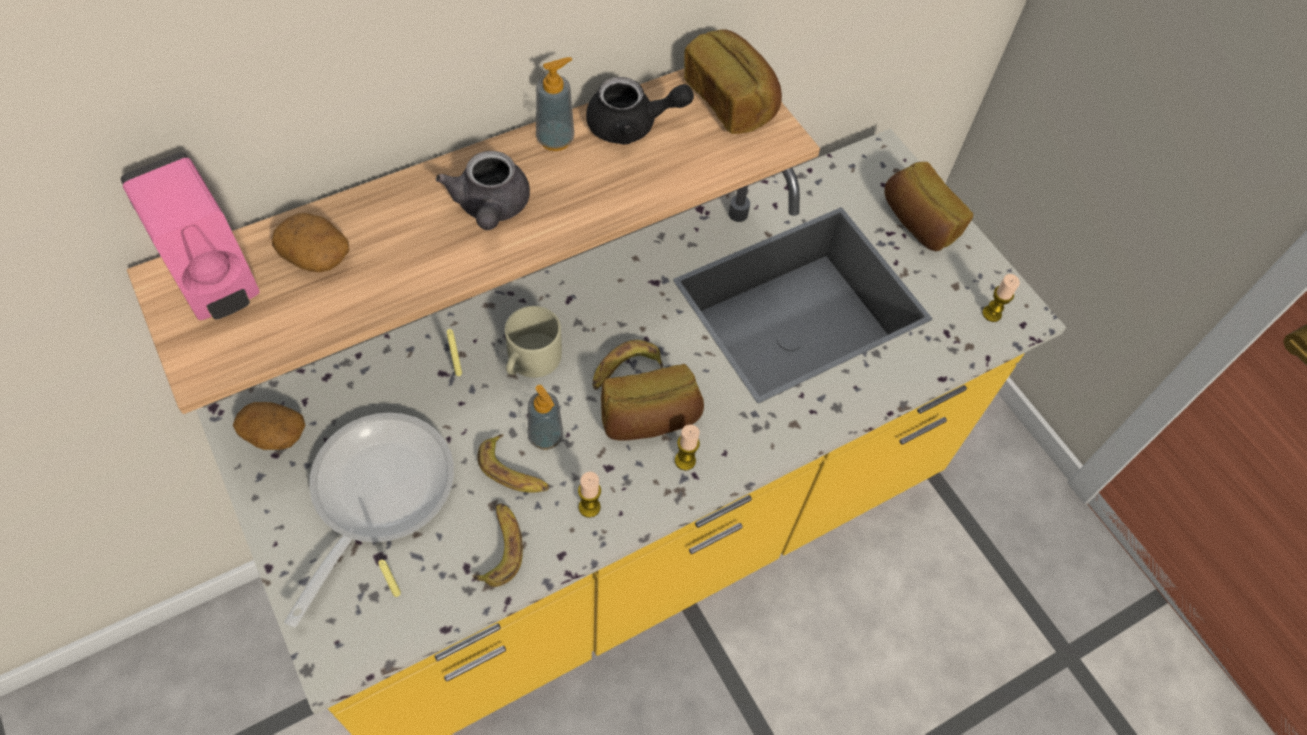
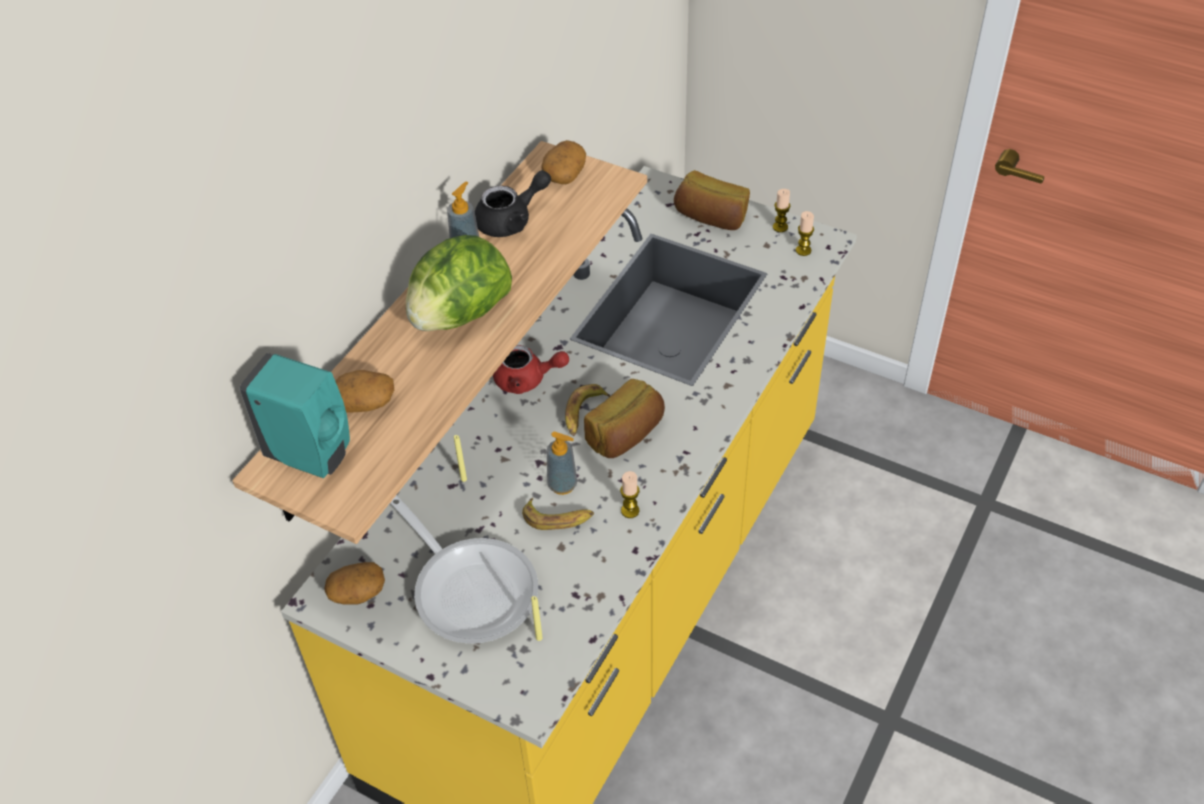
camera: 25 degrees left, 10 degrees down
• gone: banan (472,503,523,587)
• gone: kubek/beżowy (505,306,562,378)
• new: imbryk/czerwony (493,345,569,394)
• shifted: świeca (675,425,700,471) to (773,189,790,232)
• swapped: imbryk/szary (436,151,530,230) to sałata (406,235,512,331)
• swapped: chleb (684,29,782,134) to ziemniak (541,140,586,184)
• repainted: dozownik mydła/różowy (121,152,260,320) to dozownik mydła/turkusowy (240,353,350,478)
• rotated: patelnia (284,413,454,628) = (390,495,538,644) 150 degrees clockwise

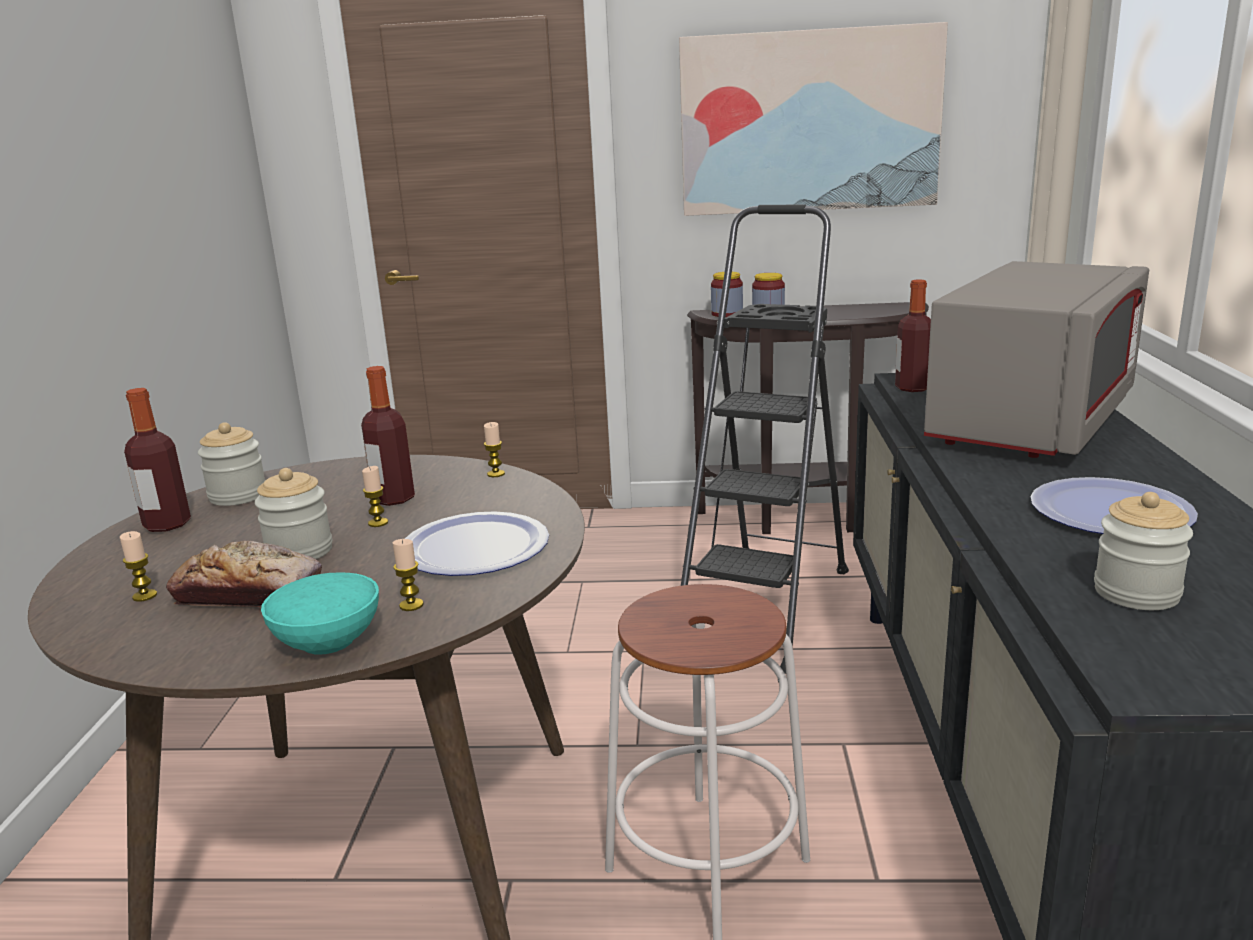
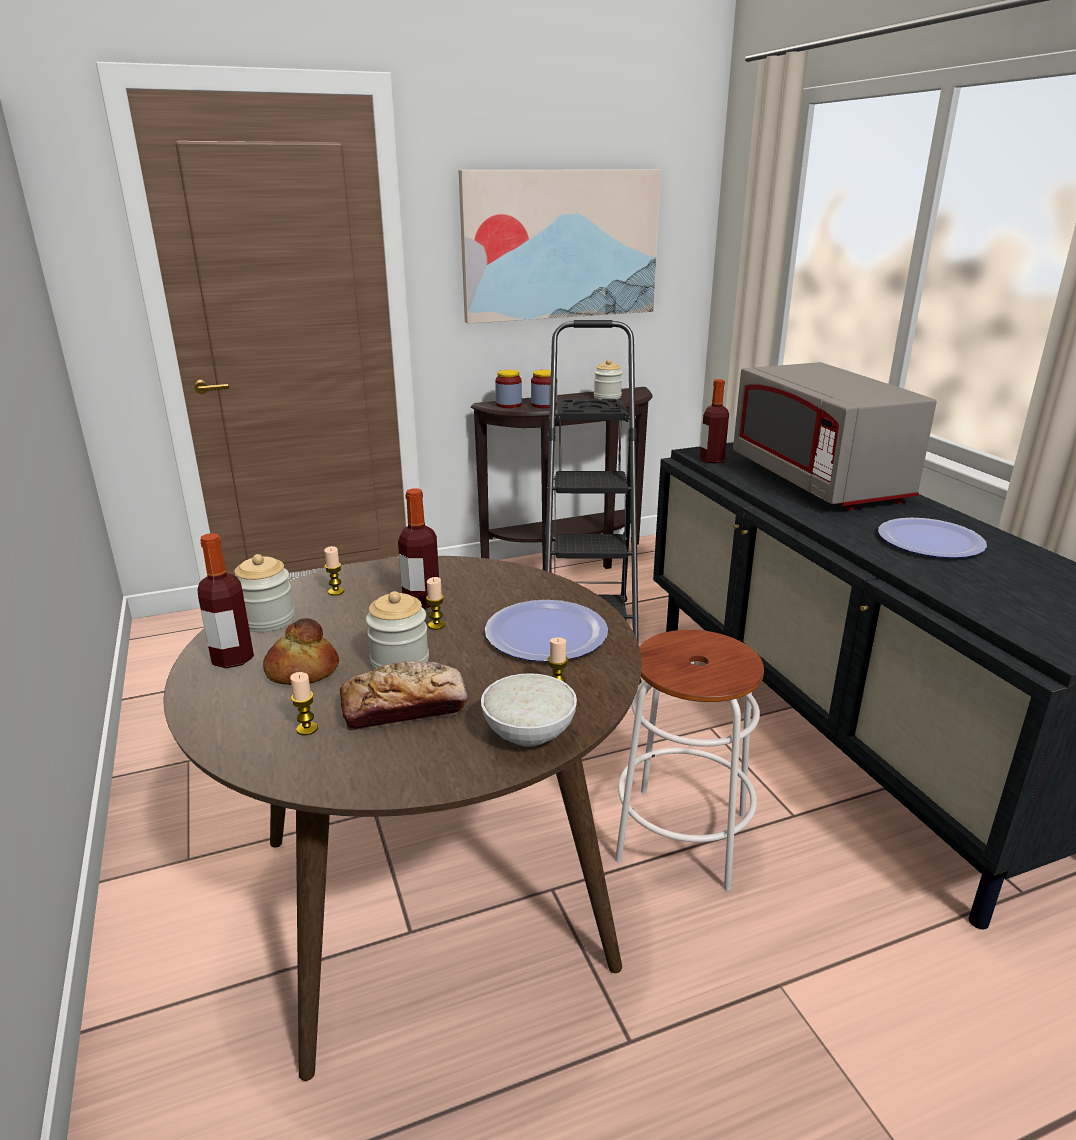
camera: 25 degrees left, 5 degrees up
• new: chleb (263,618,339,685)
• shifted: świeca (484,422,505,477) to (324,546,344,596)
• shifted: słoik (1094,492,1193,610) to (594,359,622,400)
• repainted: miska/turkusowy (261,573,379,655) to miska/biały (481,673,577,747)
• rotated: mikrofalówka/szary (924,261,1149,458) = (733,362,937,510) 150 degrees clockwise

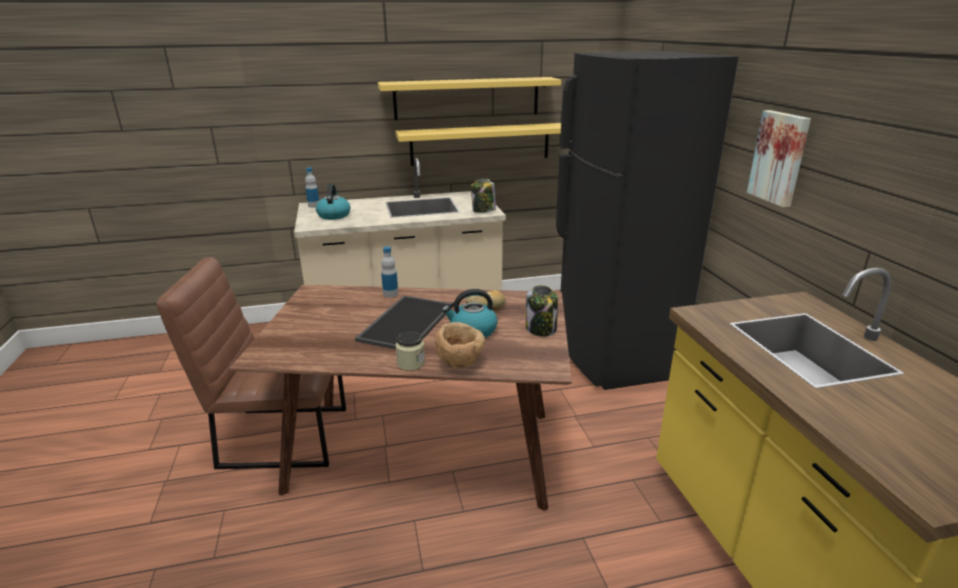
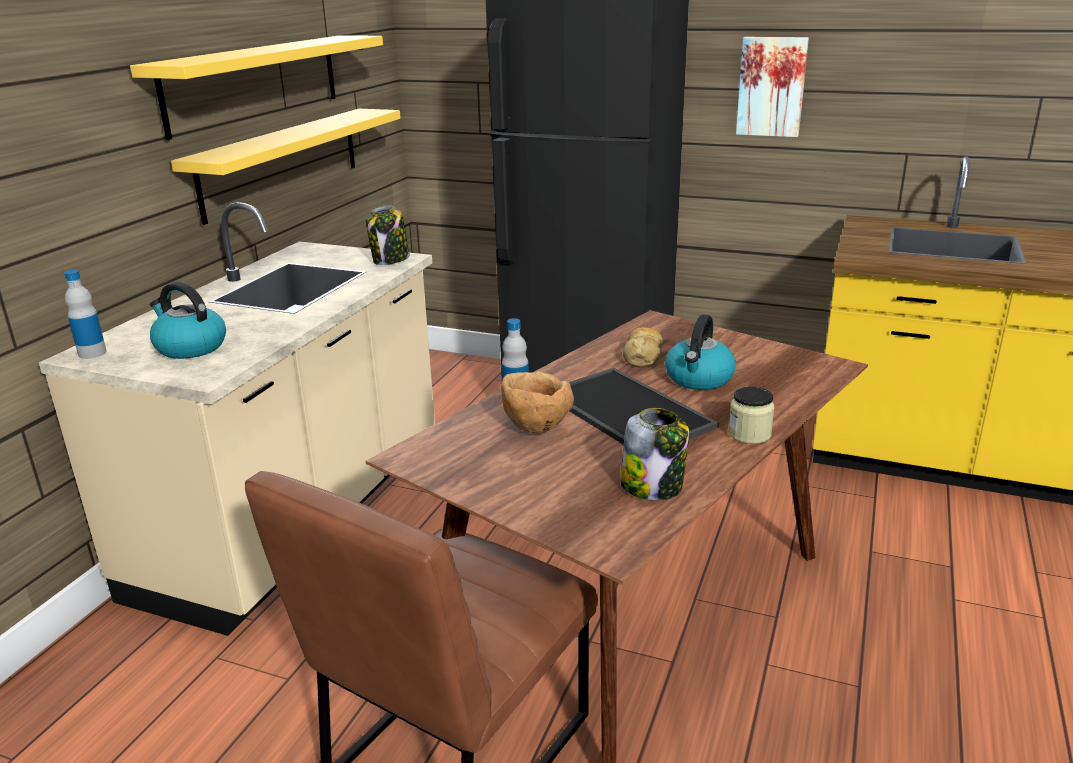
camera: 55 degrees left, 0 degrees up
• shifted: miska/brązowy (435,322,485,368) to (501,371,574,434)
• shifted: słoik (526,285,558,337) to (620,408,689,500)

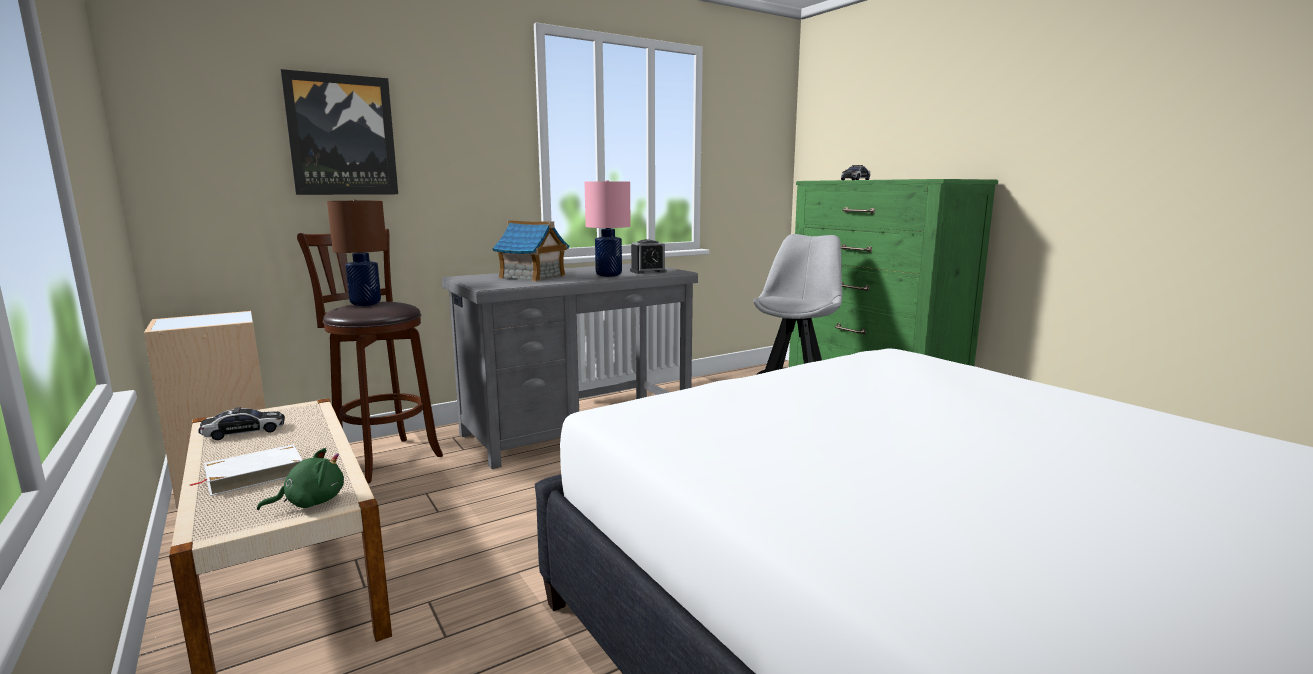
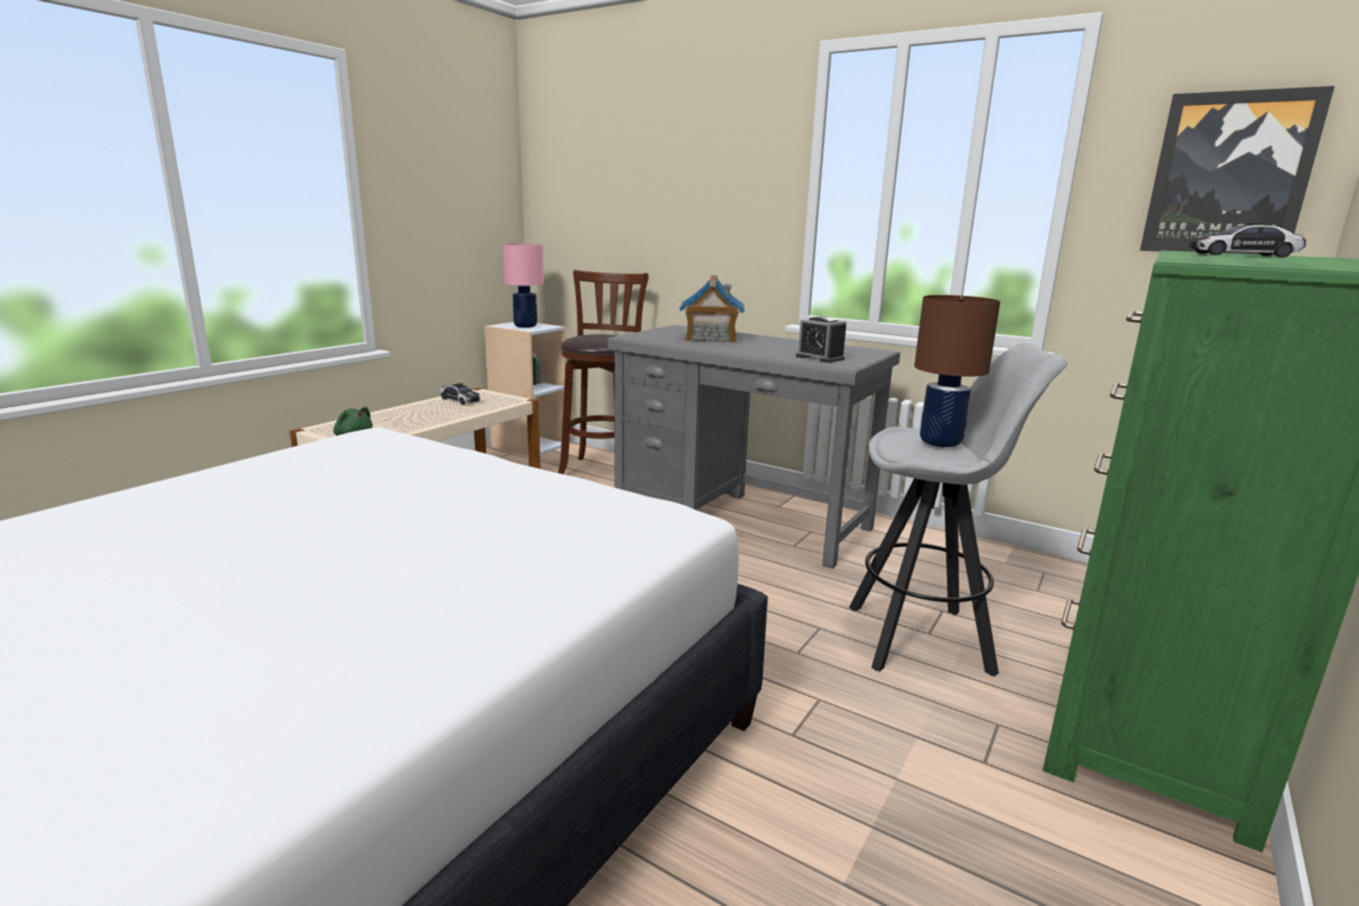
camera: 65 degrees right, 5 degrees up
• gone: książka/biały (189,444,303,496)
• shifted: obraz (281,69,398,195) to (1140,86,1335,255)
• shifted: lampa stołowa/brązowy (327,199,387,306) to (914,295,1000,447)
• shifted: lampa stołowa/różowy (585,180,631,277) to (502,243,544,328)

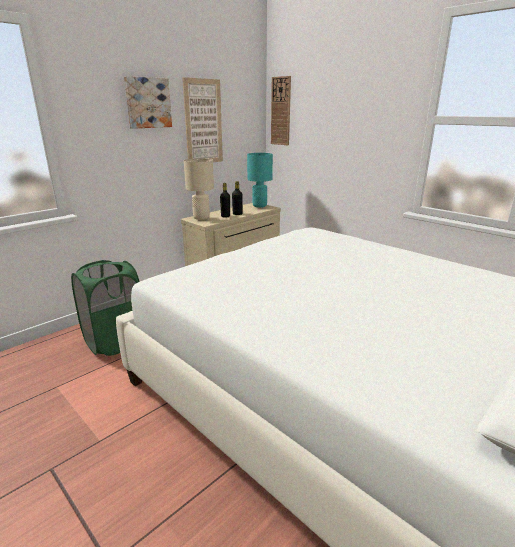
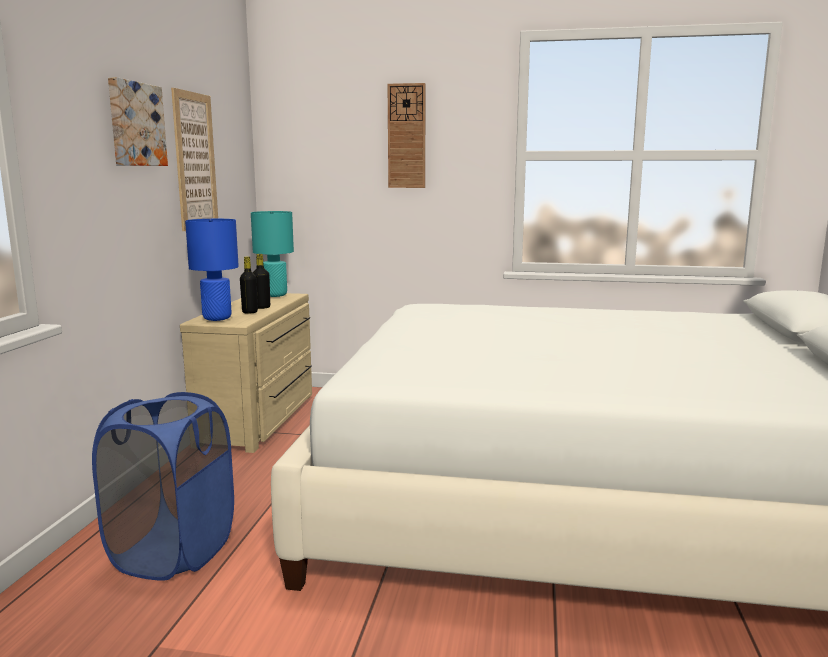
camera: 35 degrees left, 10 degrees down
• shifted: zegar ścienny (271,76,291,145) to (388,83,426,188)
• repainted: kosz na pranie/zielony (71,260,140,356) to kosz na pranie/niebieski (92,392,234,581)
• repainted: lampa stołowa/beżowy (184,158,214,220) to lampa stołowa/niebieski (185,219,239,321)

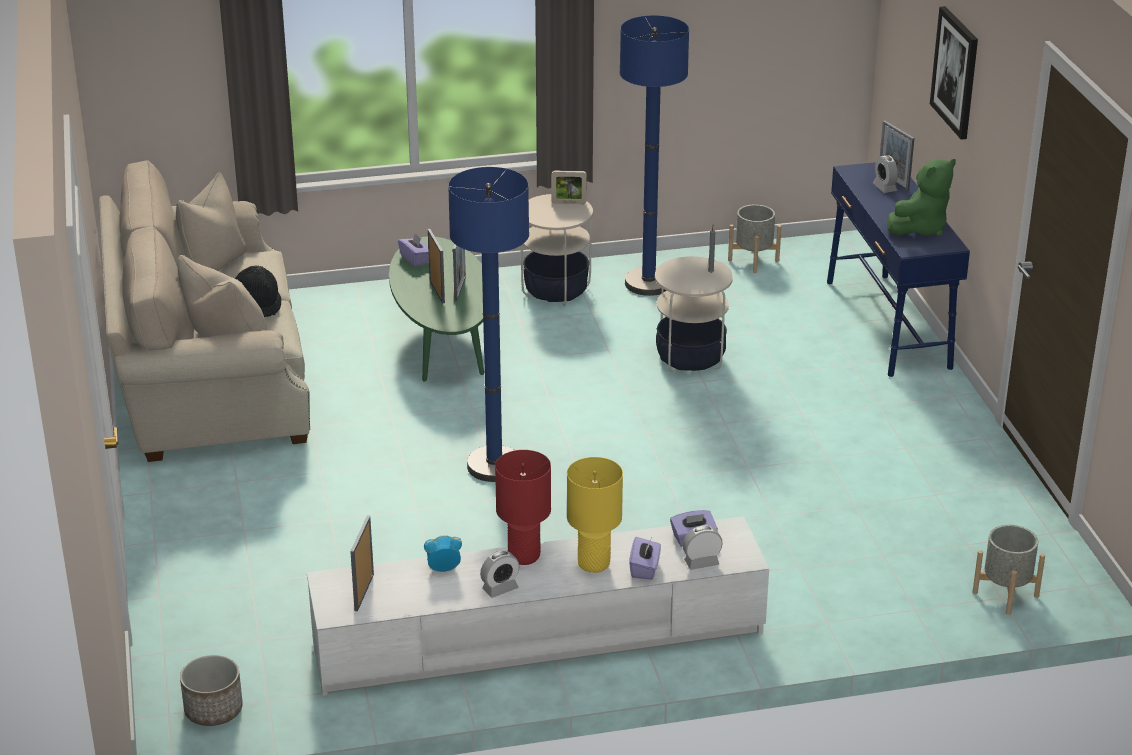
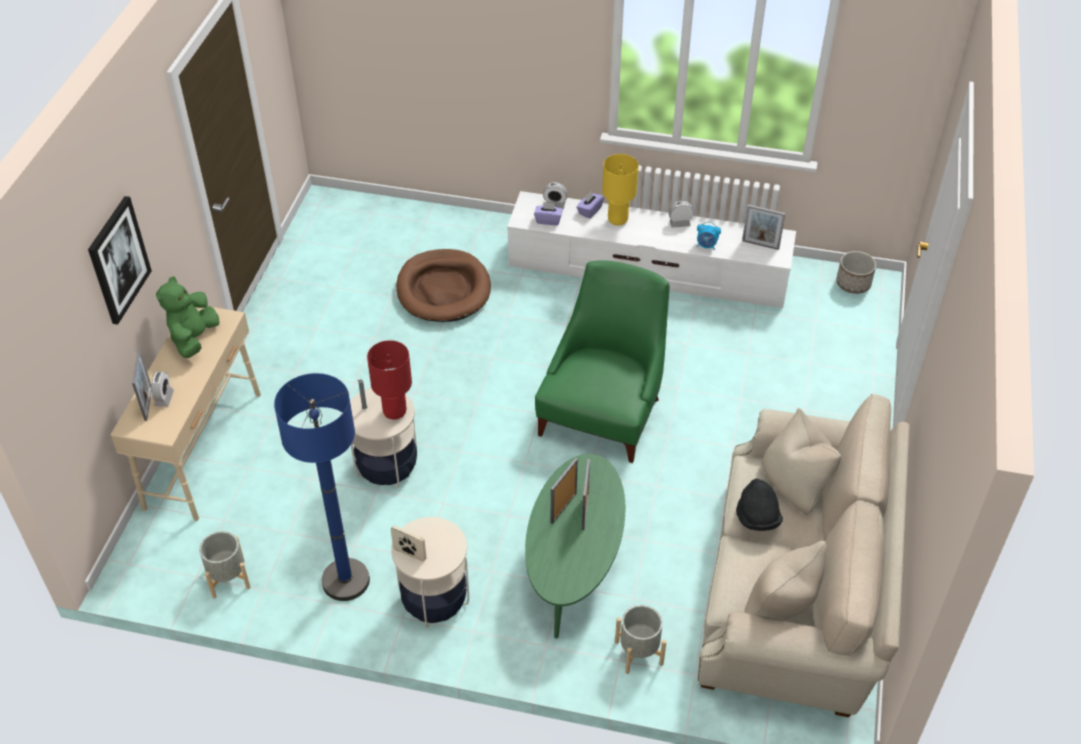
camera: 155 degrees left, 15 degrees up
• gone: pudełko chusteczek/fioletowy (398,233,429,267)
• new: legowisko/brązowy (396,249,491,322)
• shifted: lampa stołowa/czerwony (495,450,551,565) to (367,340,412,420)
• shifted: donica/szary (972,525,1045,615) to (615,605,667,674)
• swapped: lampa stojąca/niebieski (448,167,529,482) to fotel/zielony (535,260,669,463)
• repainted: stolik konsolowy/niebieski (827,162,970,377) to stolik konsolowy/beżowy (111,306,261,521)
• rotated: ramka na zdjęcie (350,515,374,611) = (742,205,786,250) 75 degrees clockwise
• rotated: pluszak/zielony (887,159,956,237) = (156,276,220,358) 60 degrees counterclockwise

